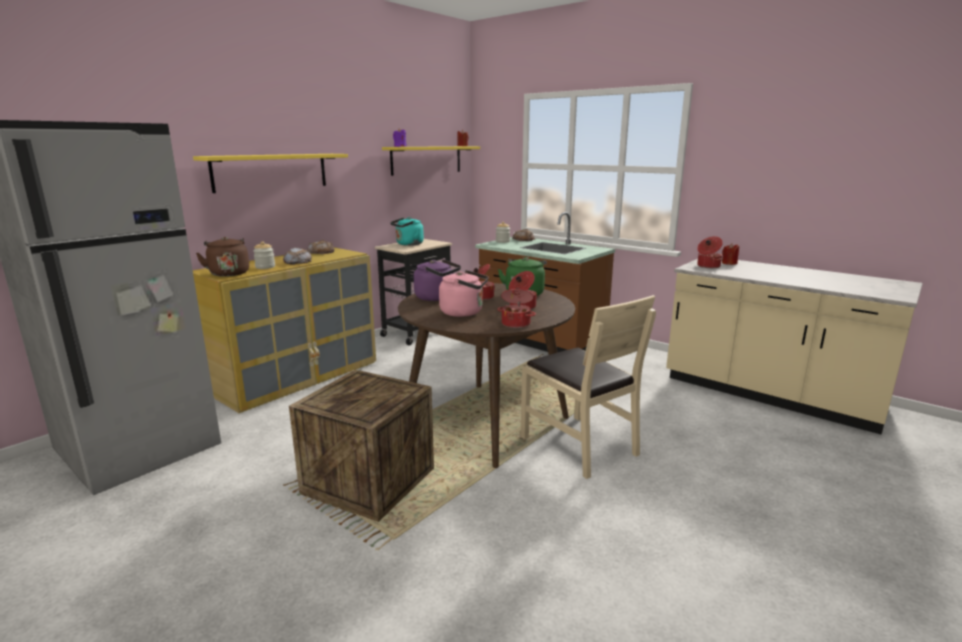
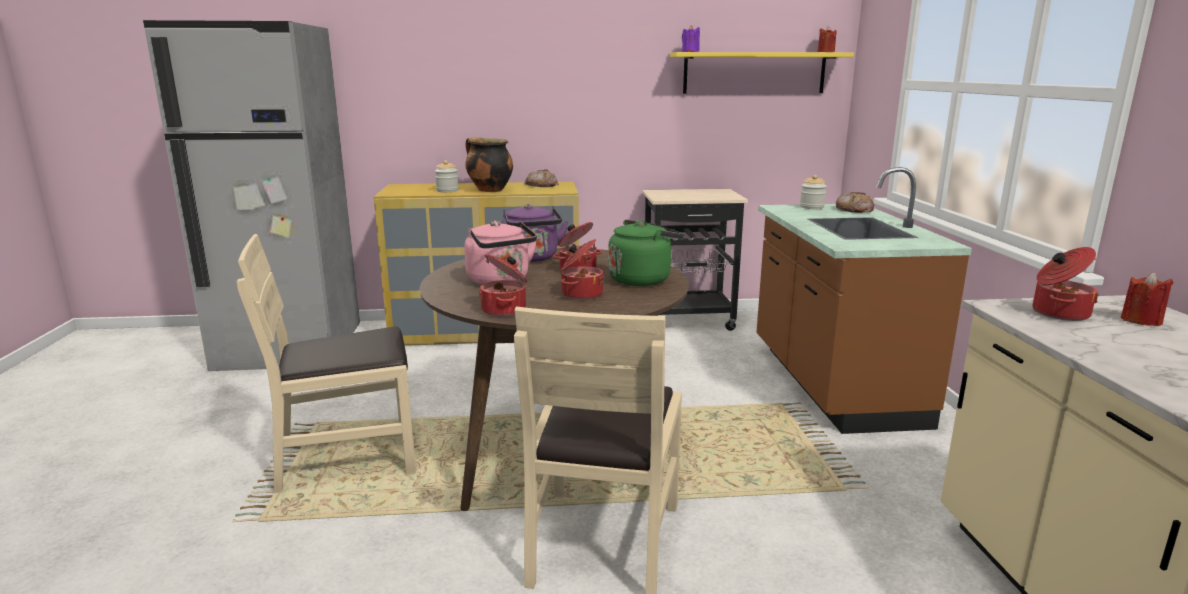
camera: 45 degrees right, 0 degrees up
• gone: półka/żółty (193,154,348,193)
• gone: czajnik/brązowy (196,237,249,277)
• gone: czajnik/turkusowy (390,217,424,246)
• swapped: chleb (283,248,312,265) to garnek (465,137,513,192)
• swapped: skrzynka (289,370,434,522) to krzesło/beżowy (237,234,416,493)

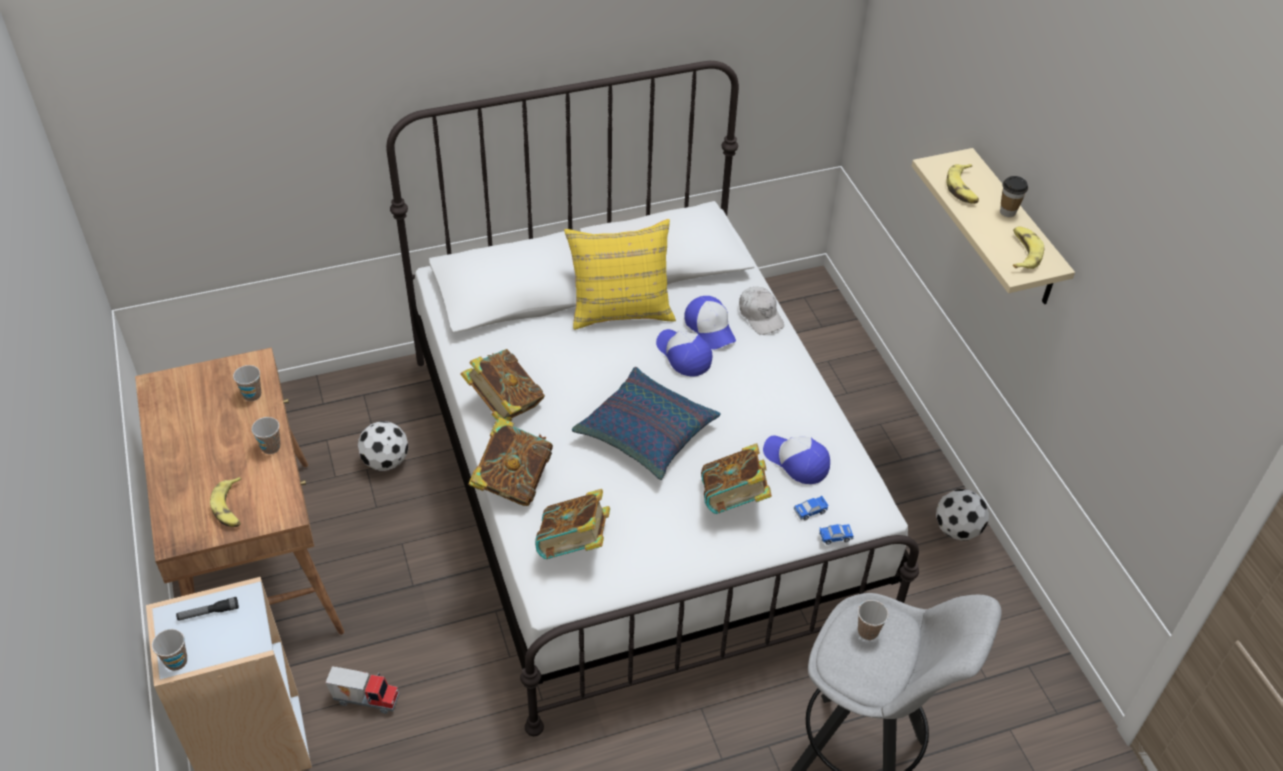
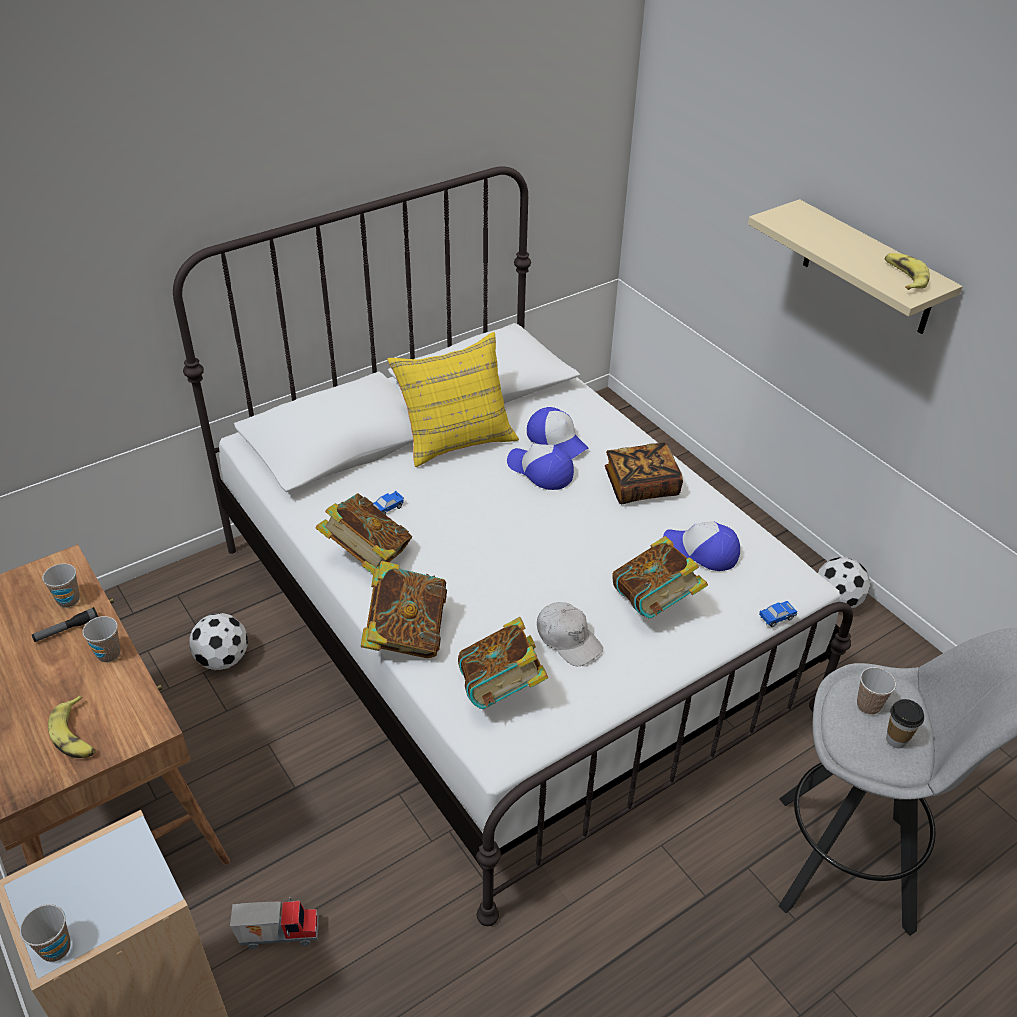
camera: 15 degrees left, 5 degrees down
• gone: poduszka/niebieski (572,367,721,480)
• gone: banan (947,164,979,204)
• new: książka (605,443,683,504)
• shifted: latarka (176,597,239,620) to (32,607,98,642)
• shifted: czapka z daszkiem/biały (739,287,784,335) to (537,602,603,666)
• shifted: samochodzik (794,496,829,520) to (373,491,404,515)
• shifted: filiżanka (1000,176,1028,217) to (886,699,924,748)

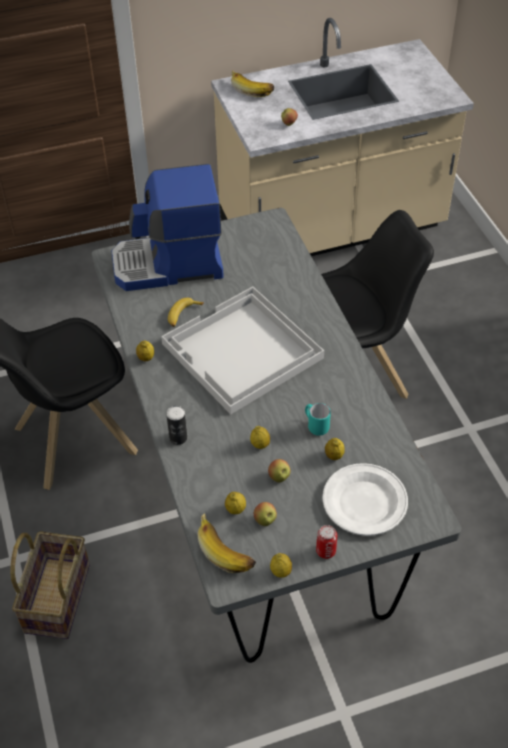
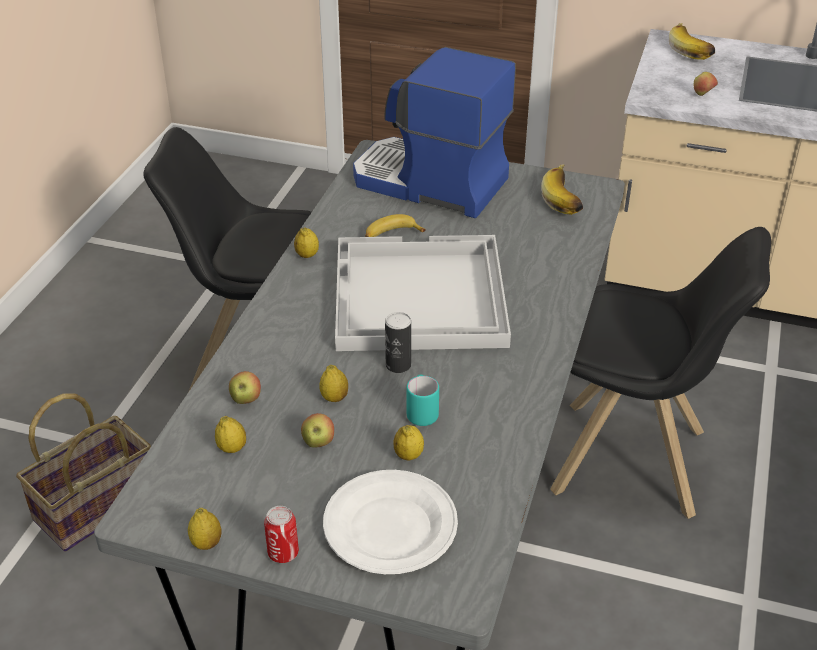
camera: 35 degrees right, 10 degrees down
• shifted: puszka (166,406,187,445) to (385,312,411,373)
• shifted: banan (197,513,256,573) to (541,164,583,215)
• shifted: jabłko (254,502,277,526) to (229,371,261,404)

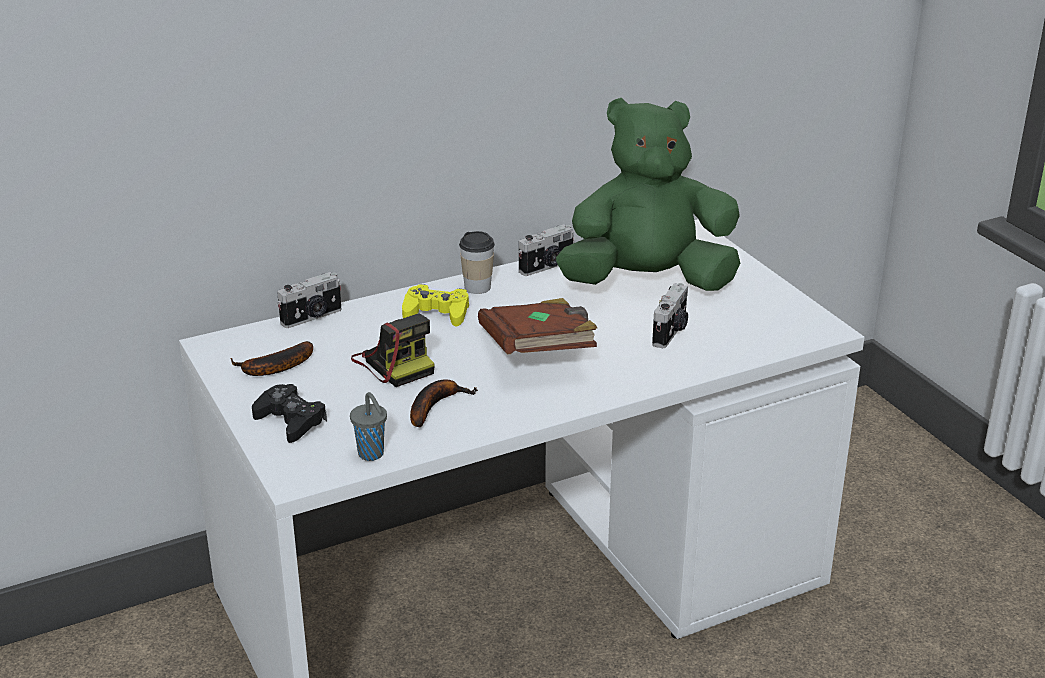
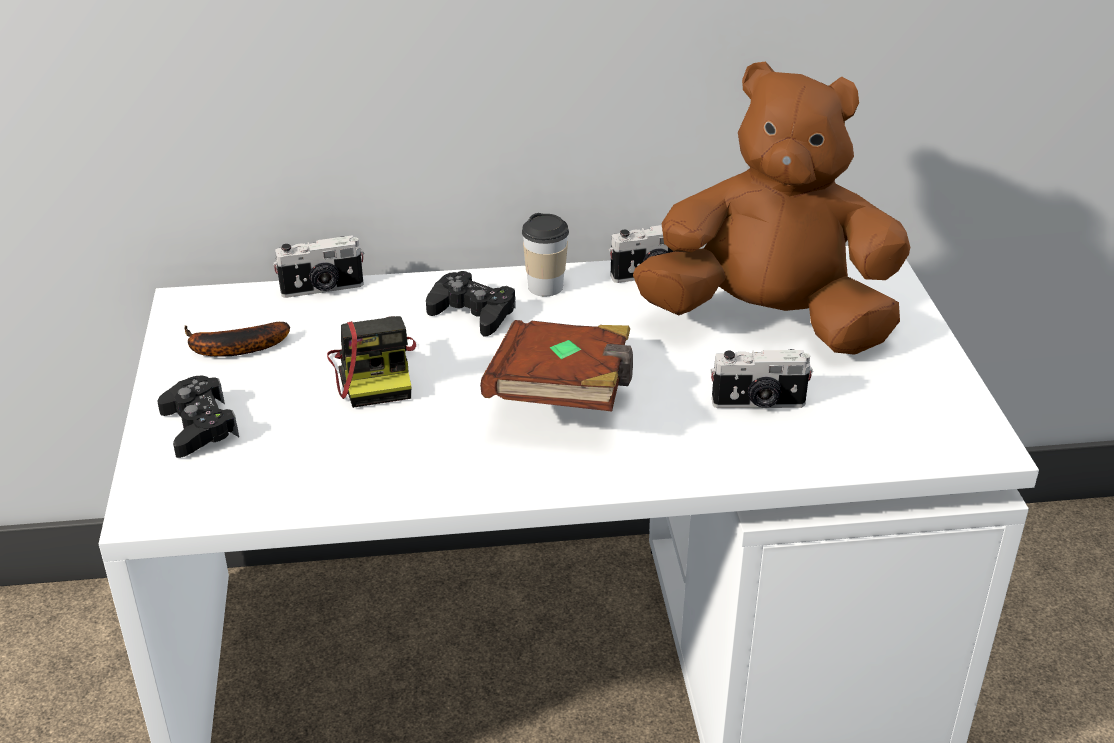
camera: 20 degrees right, 5 degrees up
• gone: filiżanka/szary (350,392,387,461)
• gone: banan (410,380,478,428)
• repainted: pad do gier/żółty (402,284,469,327) to pad do gier/czarny (426,271,516,337)
• repainted: pluszak/zielony (556,98,740,291) to pluszak/brązowy (633,61,910,355)
• rotated: aparat fotograficzny (652,283,688,348) = (710,349,813,408) 45 degrees clockwise

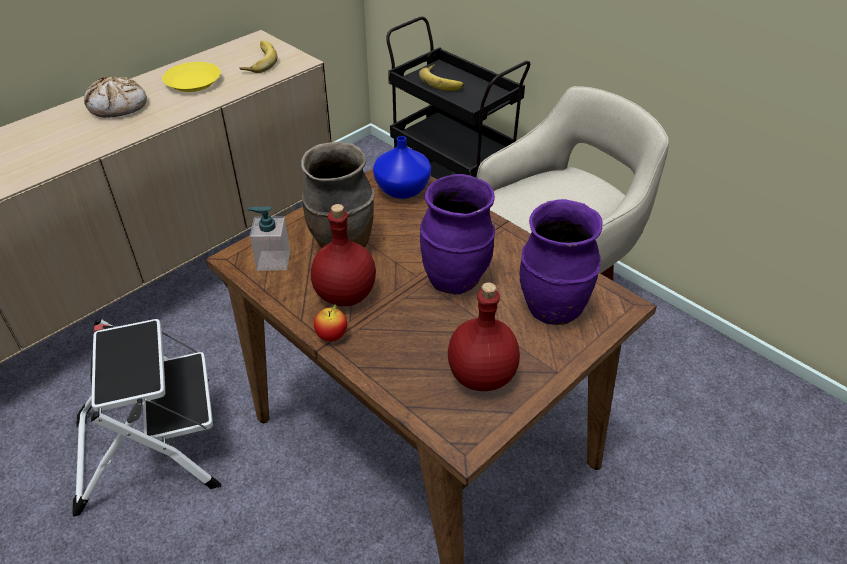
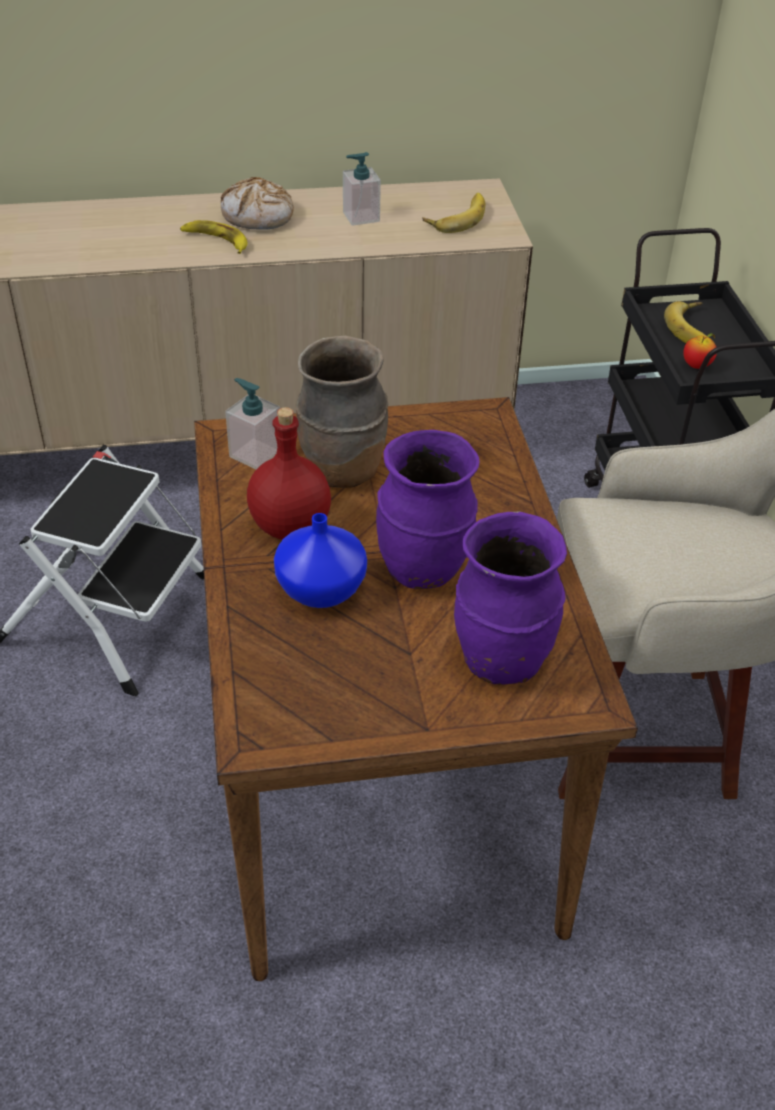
camera: 35 degrees right, 0 degrees up
• gone: butelka/czerwony (448,282,520,391)
• new: banan (180,220,248,254)
• shifted: jabłko (314,304,347,341) to (683,333,717,369)
• shifted: wazon/niebieski (373,136,431,199) to (274,513,367,608)
• swapped: talerz/żółty (162,62,221,92) to dozownik mydła (343,152,381,226)

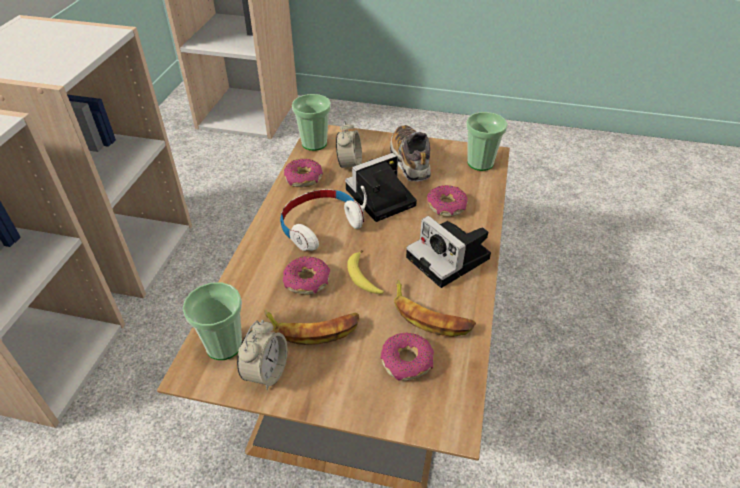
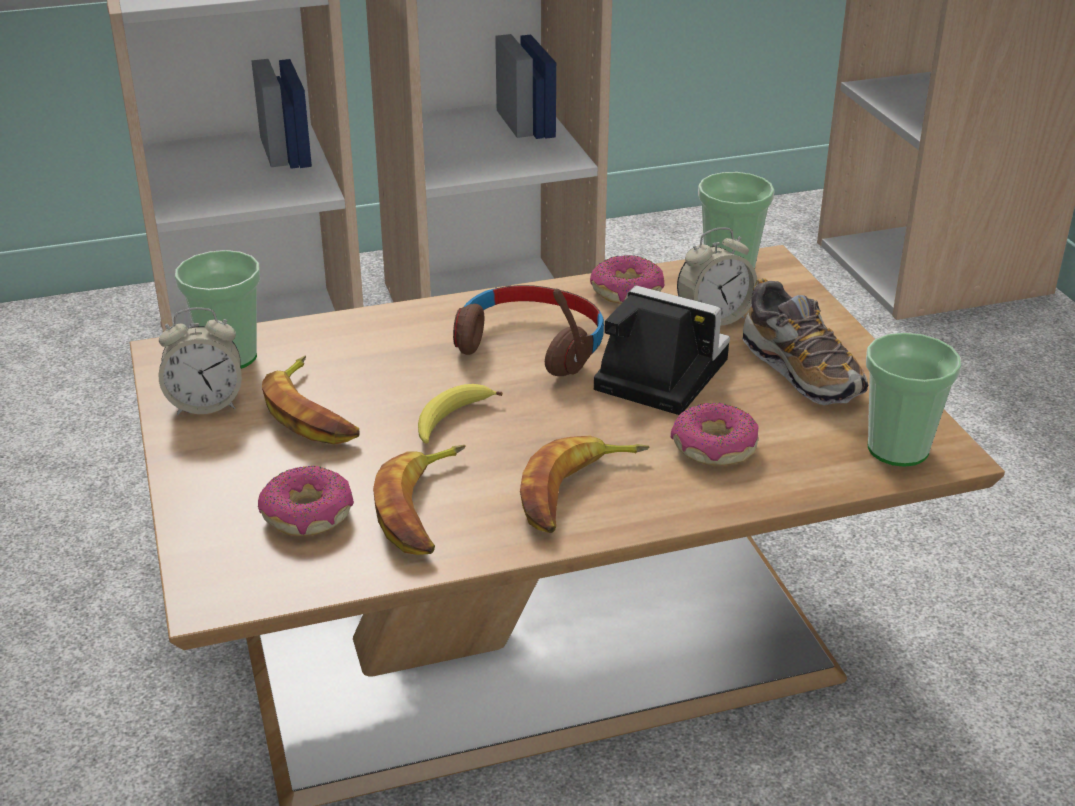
camera: 60 degrees right, 10 degrees down
• gone: donut (283,256,330,295)
• swapped: aparat fotograficzny (406,216,491,288) to banan (520,436,650,533)
• repainted: słuchawki/biały (280,186,367,251) to słuchawki/brązowy (453,285,604,376)
• rotated: but (390,125,431,181) = (742,278,868,405) 105 degrees clockwise

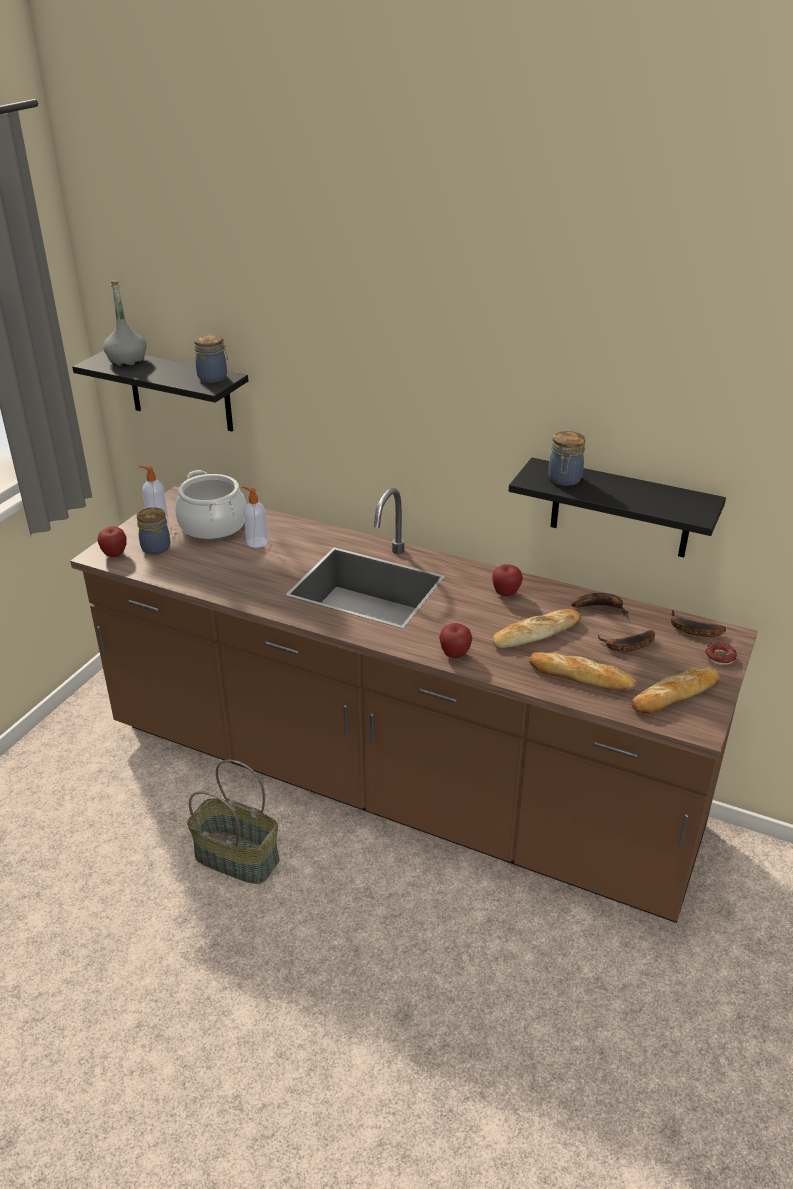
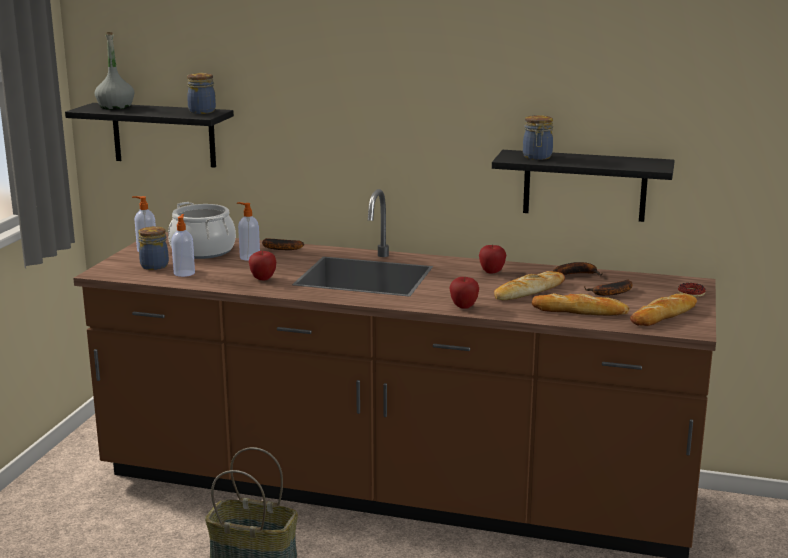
camera: 10 degrees left, 15 degrees down
• new: dozownik mydła (171,214,195,277)
• shifted: jabłko (97,526,127,557) to (249,251,276,281)
• shifted: banan (671,611,726,637) to (262,238,304,250)

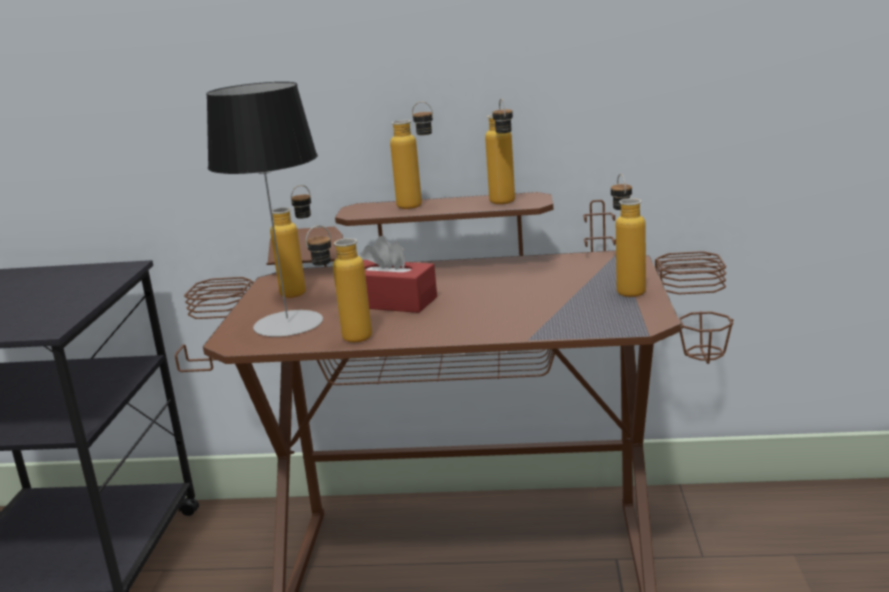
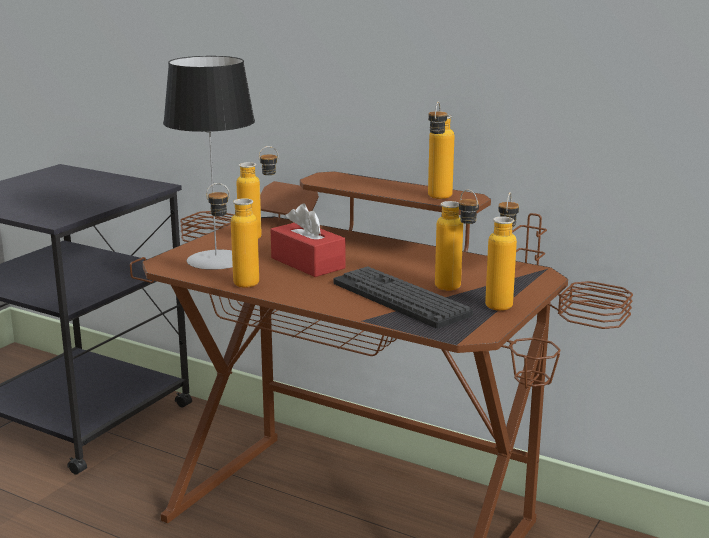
camera: 25 degrees right, 0 degrees up
• new: klawiatura (333,266,473,328)
• shifted: butelka (390,101,433,209) to (435,190,479,291)

